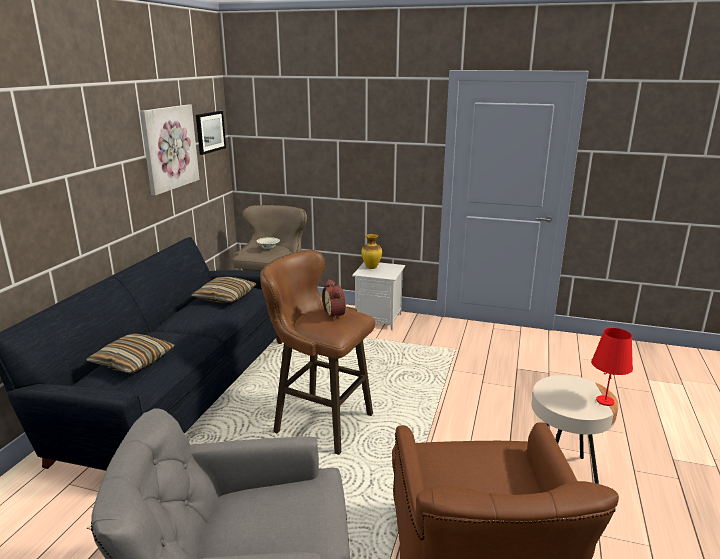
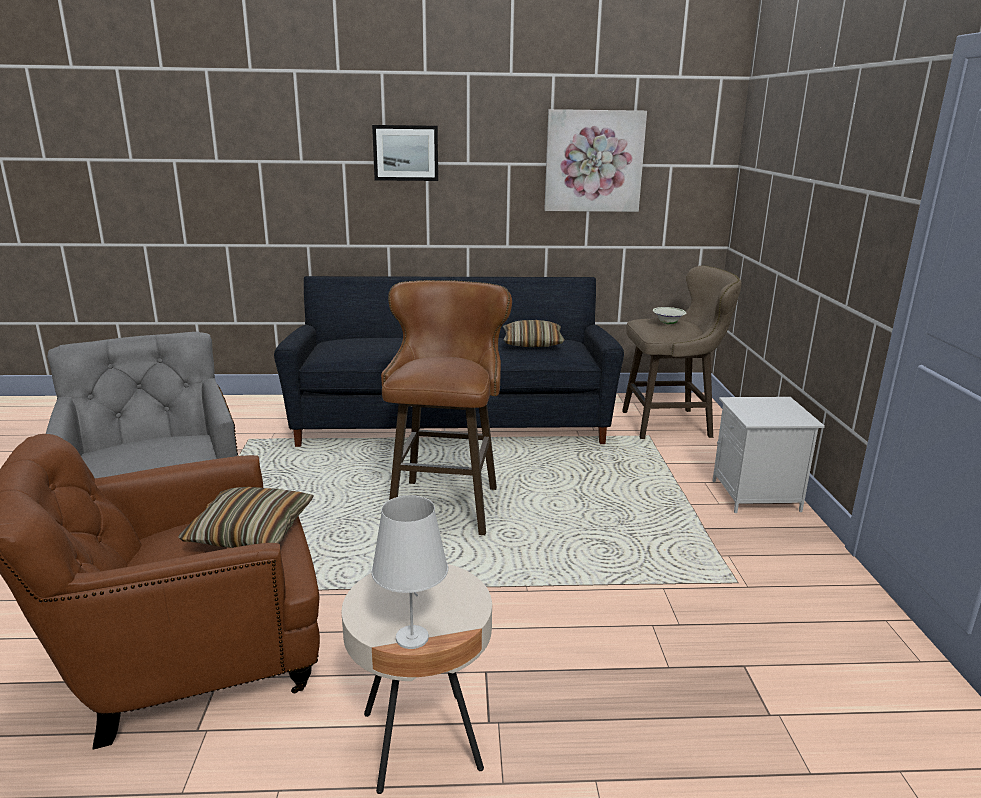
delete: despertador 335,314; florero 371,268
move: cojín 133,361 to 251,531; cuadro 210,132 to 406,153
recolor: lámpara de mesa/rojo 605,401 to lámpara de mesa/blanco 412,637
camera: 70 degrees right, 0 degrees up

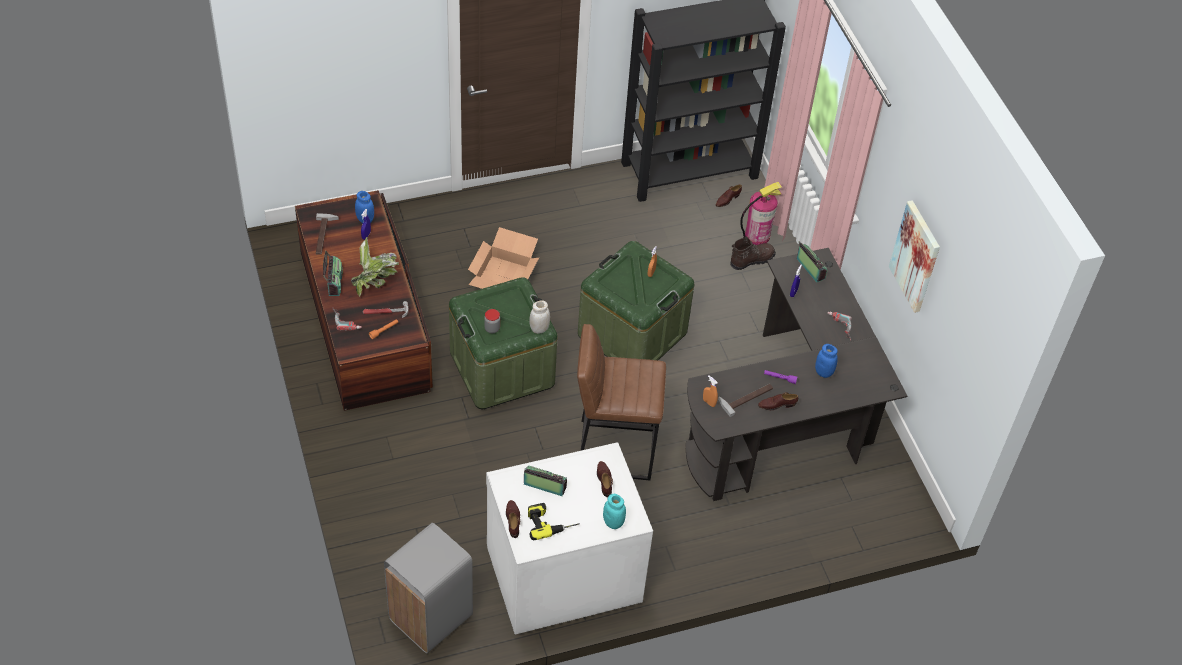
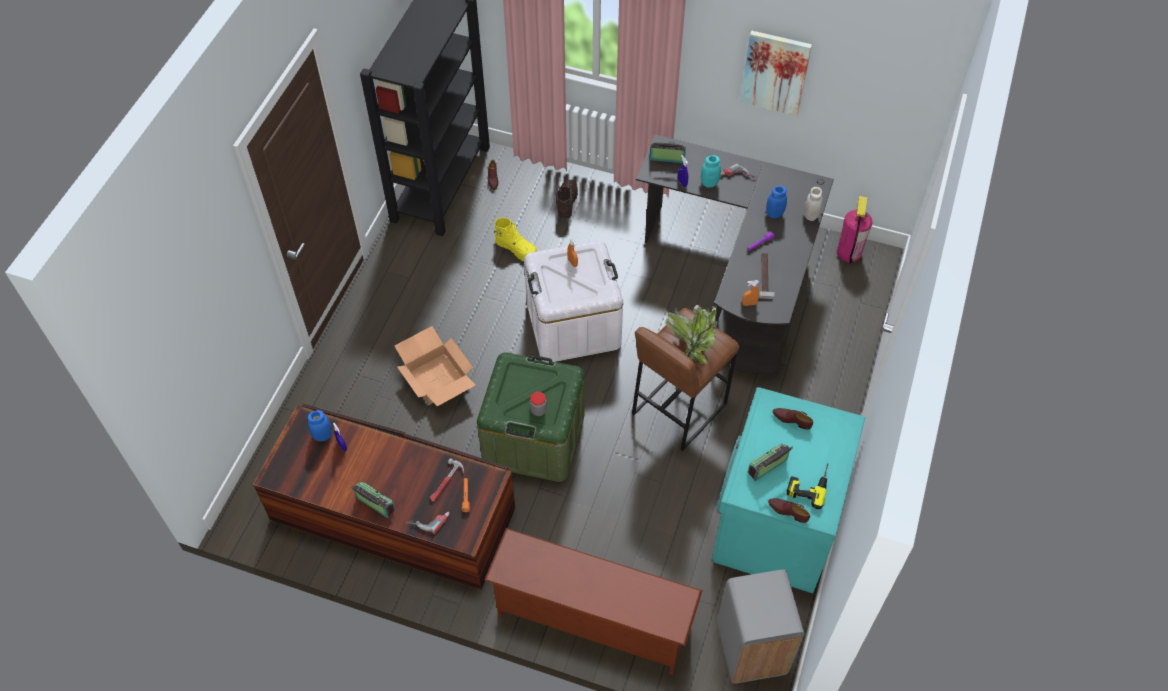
delete: martillo 324,235; zapato/marrón 777,404
insert: zapatero/marrón 591,622; bota/amarillo 517,249
move: planta en maceta 376,282 to 692,343; tarro/blanco 539,329 to 811,215; tarro/turquesa 613,522 to 709,183; extintor 757,235 to 849,252
recolor: lavadora/blanco 561,574 to lavadora/turquesa 774,523; caja de almacenaje/verde 632,334 to caja de almacenaje/blanco 573,325
camera: 50 degrees left, 5 degrees up

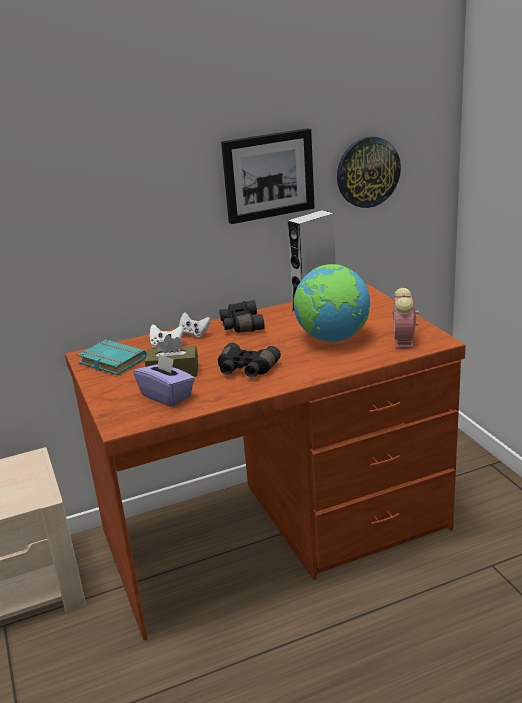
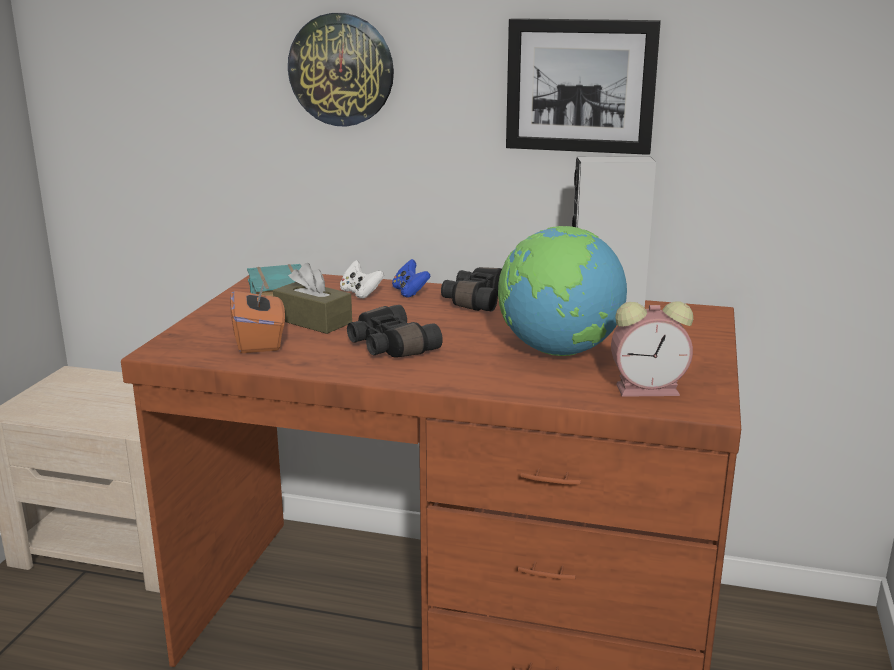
move: reloj de pared 367,172 to 341,70
recolor: caja de pañuelos/morado 167,396 to caja de pañuelos/naranja 260,341; mando de consola/blanco 194,334 to mando de consola/azul 410,292
rotate: despertador 404,341 = 650,389 135 degrees counterclockwise
camera: 35 degrees right, 5 degrees down

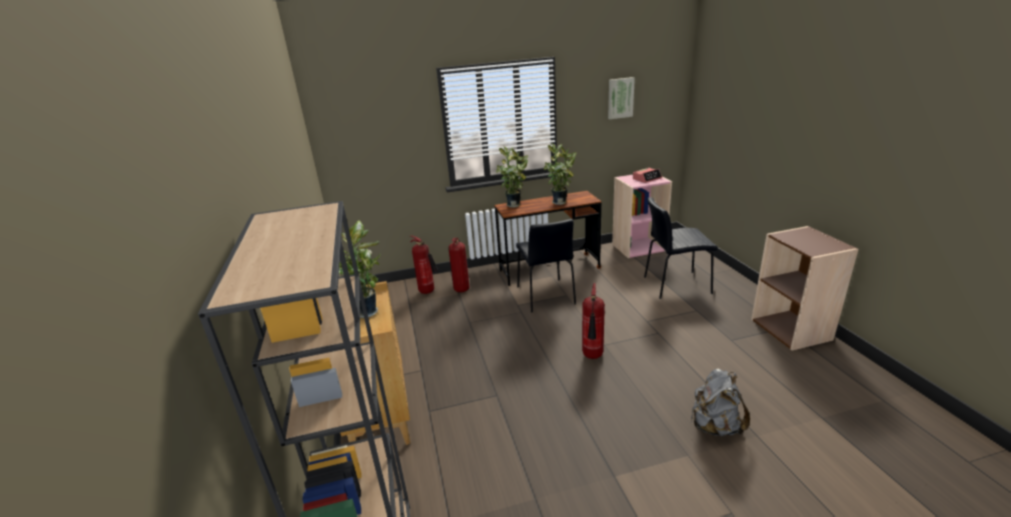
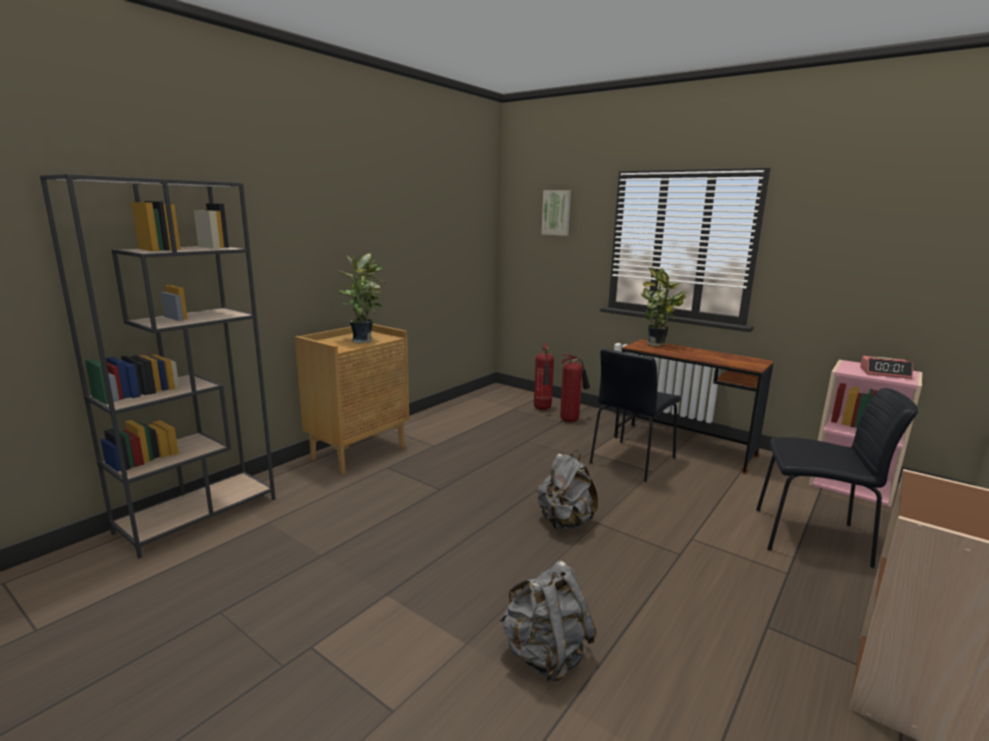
delete: planta en maceta 561,202
move: cuadro 620,98 to 556,212
replace: extintor 593,357 to mochila/gris 565,522
rotate: silla/negro 674,285 = 815,537 150 degrees clockwise
camera: 50 degrees right, 10 degrees down

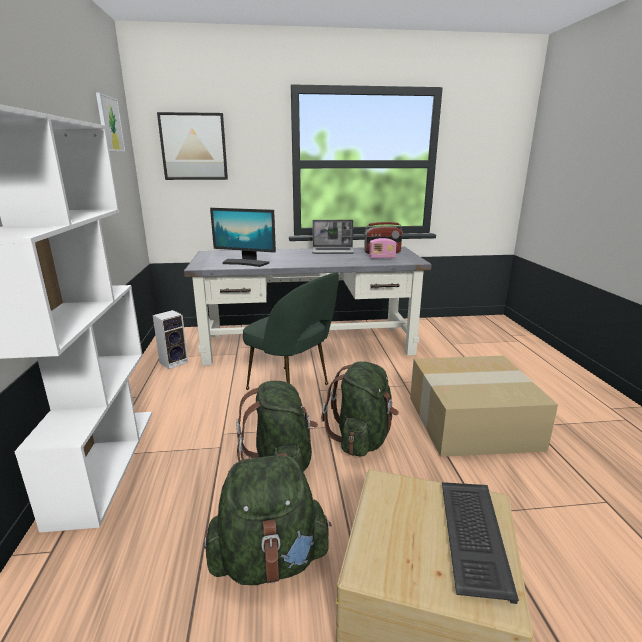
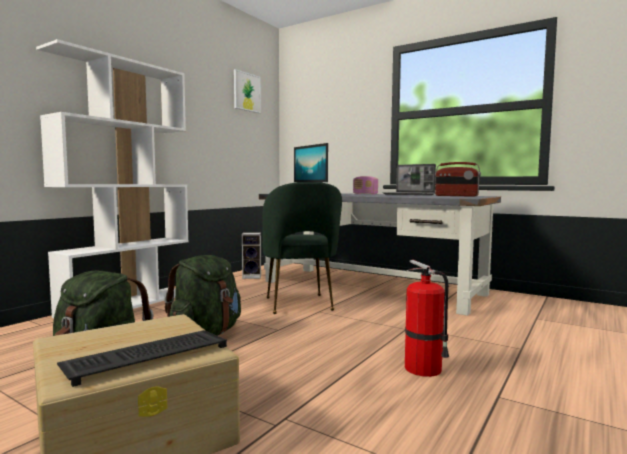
delete: cuadro 193,147; mochila/verde 362,439
move: radio 382,258 to 365,194
replace: caja de cartón 473,421 to extintor 425,369
camera: 40 degrees right, 15 degrees down

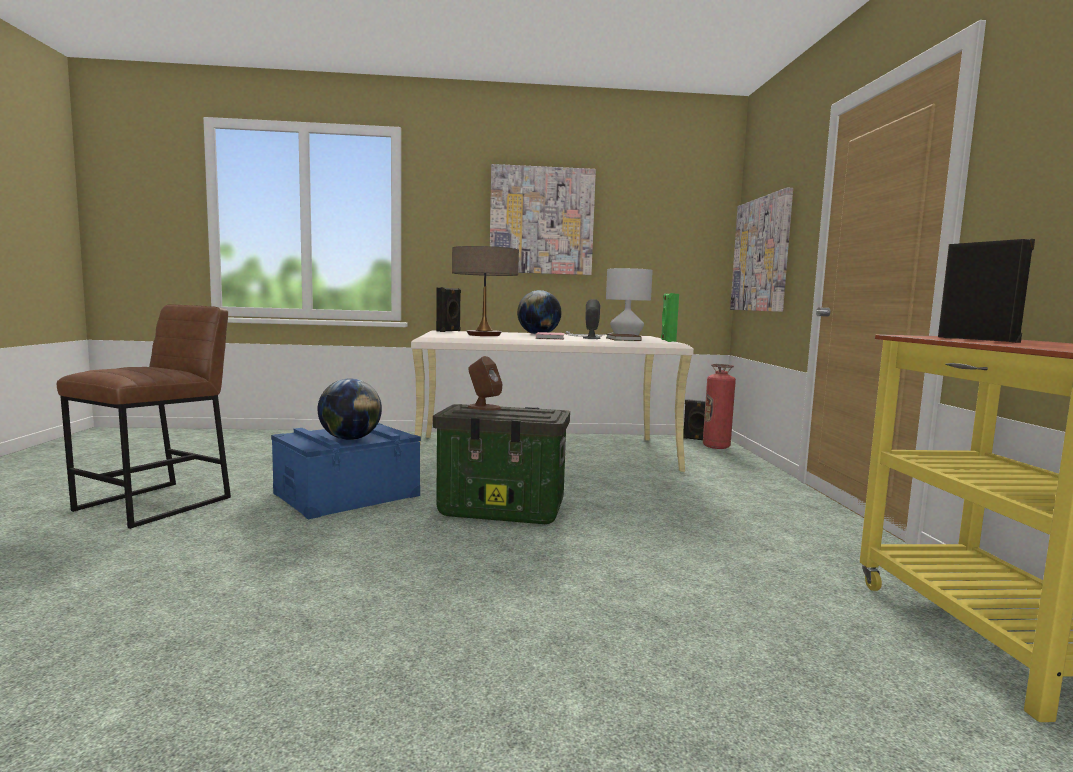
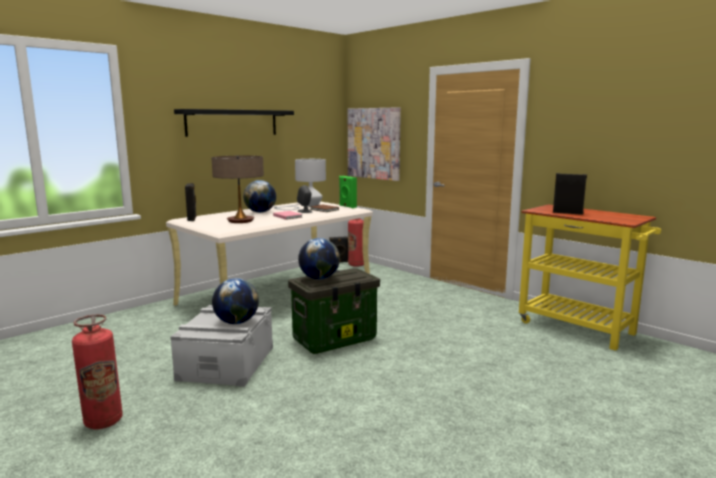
replace: silla/marrón 156,503 to extintor 103,421; altavoz/marrón 483,407 to globo terráqueo 319,278; cuadro 541,221 to estante/negro 232,122
recolor: caja de almacenaje/azul 347,494 to caja de almacenaje/gris 226,363
camera: 40 degrees left, 5 degrees up

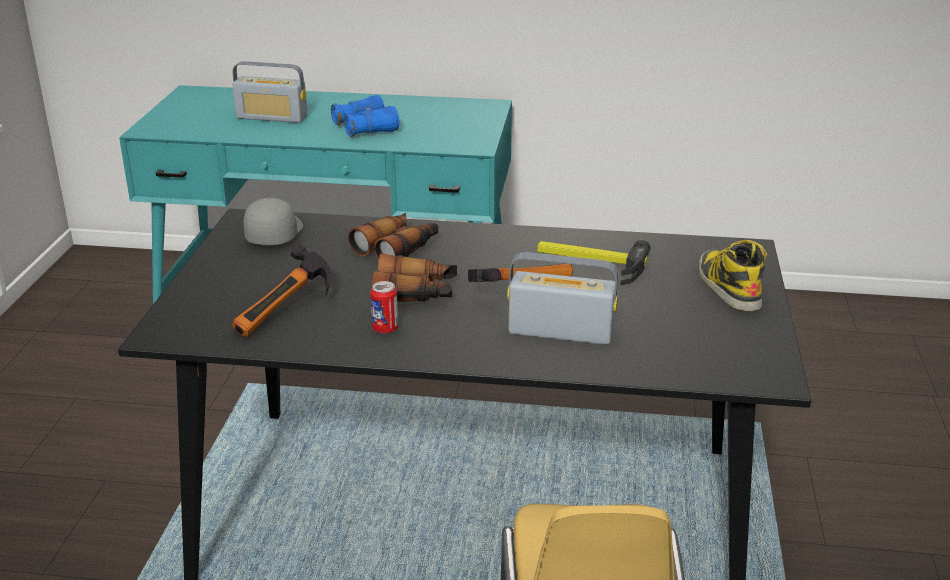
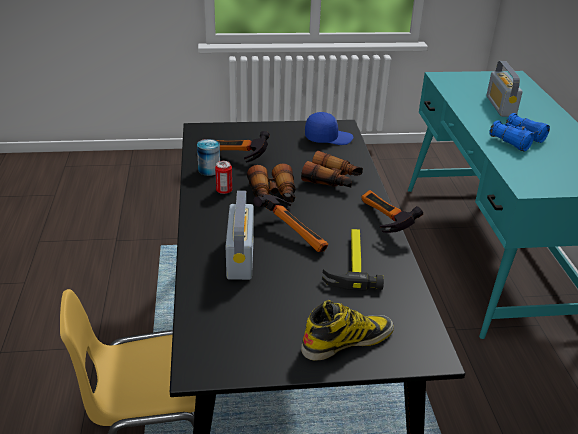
insert: lata 209,170; martillo 381,222
recolor: gorra/gris 274,234 to gorra/azul 328,138
camera: 75 degrees right, 5 degrees up

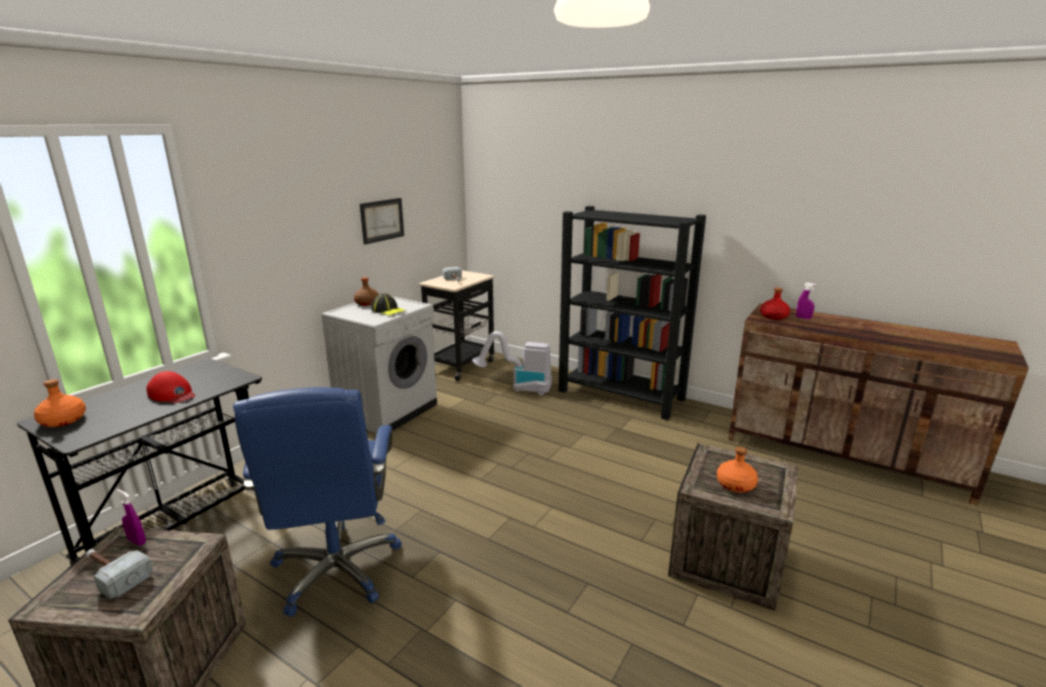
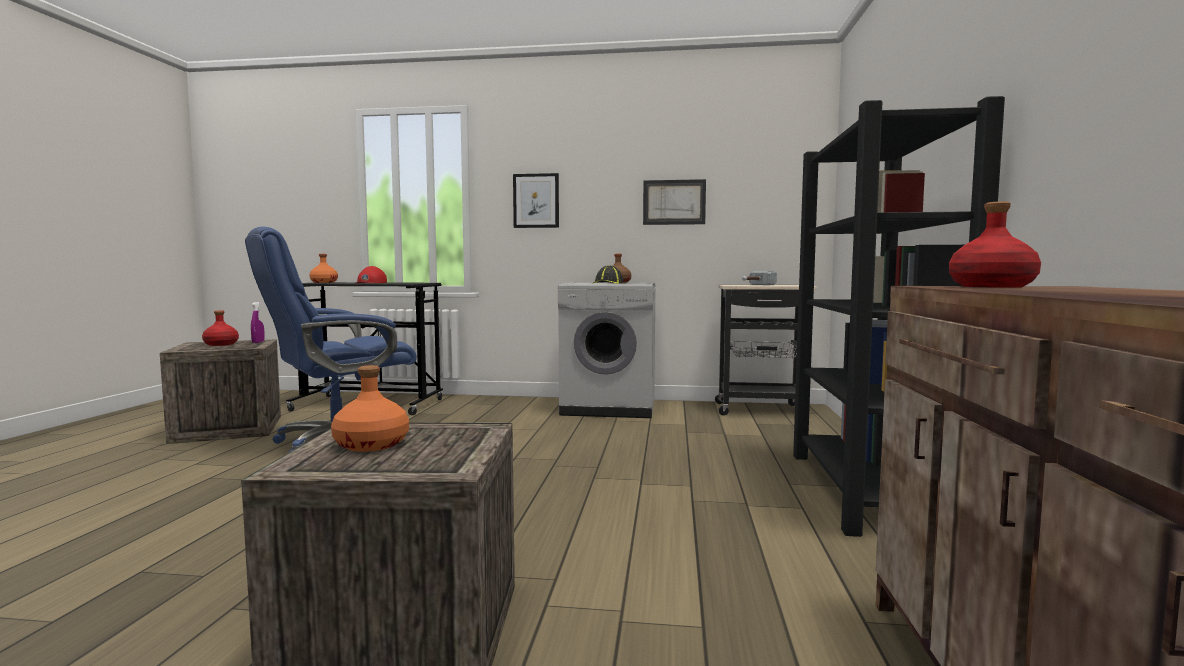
delete: aspiradora 518,387; pulverizador/morado 803,318
insert: cuadro 536,201
replace: martillo 113,575 to botella/rojo 221,344
camera: 65 degrees right, 15 degrees down

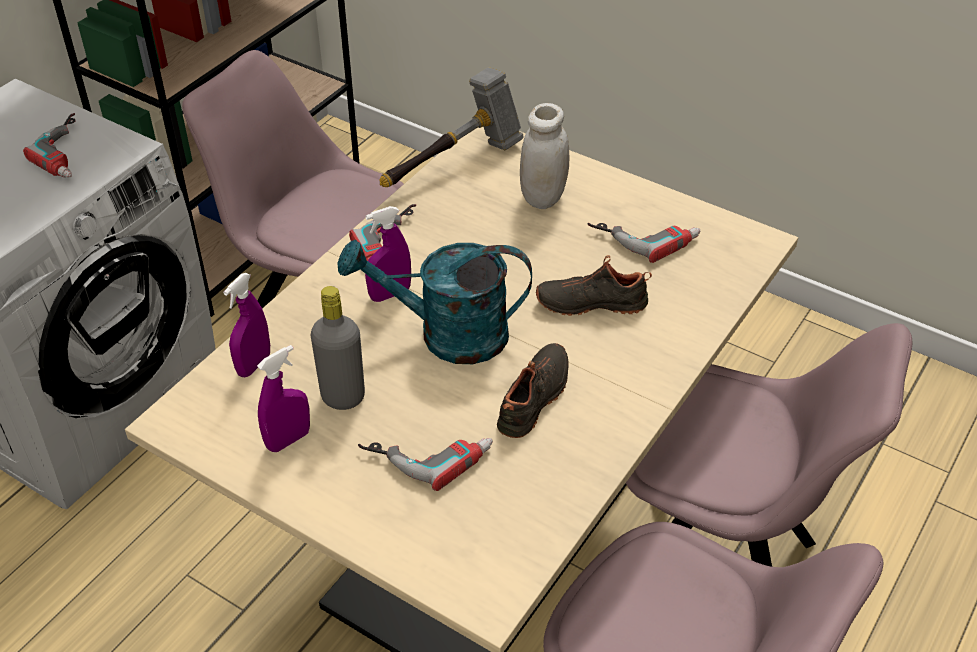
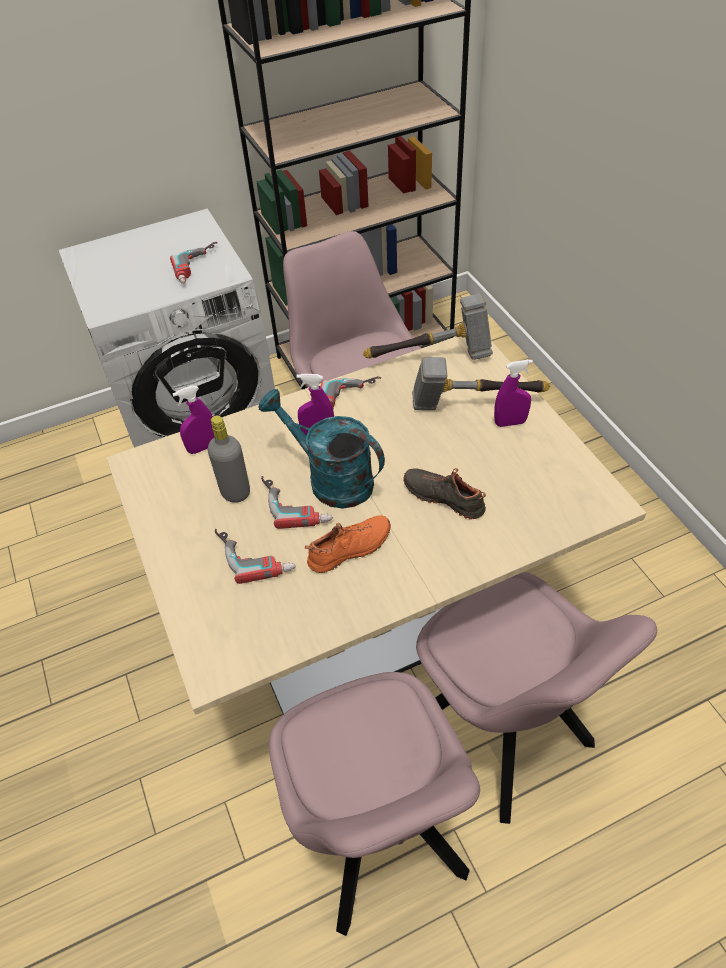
move: pulverizador/morado 288,440 to 510,422; taladro 644,235 to 297,503
replace: tarro/blanco 543,197 to martillo 474,405
recolor: zapato/negro 536,399 to zapato/naranja 350,550
camera: 35 degrees right, 5 degrees up

